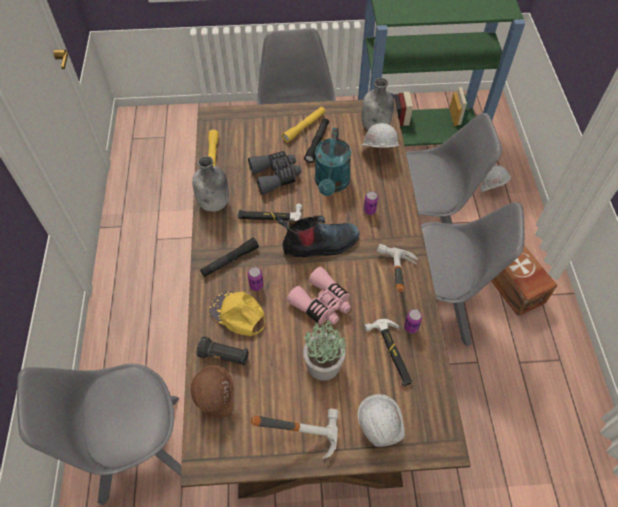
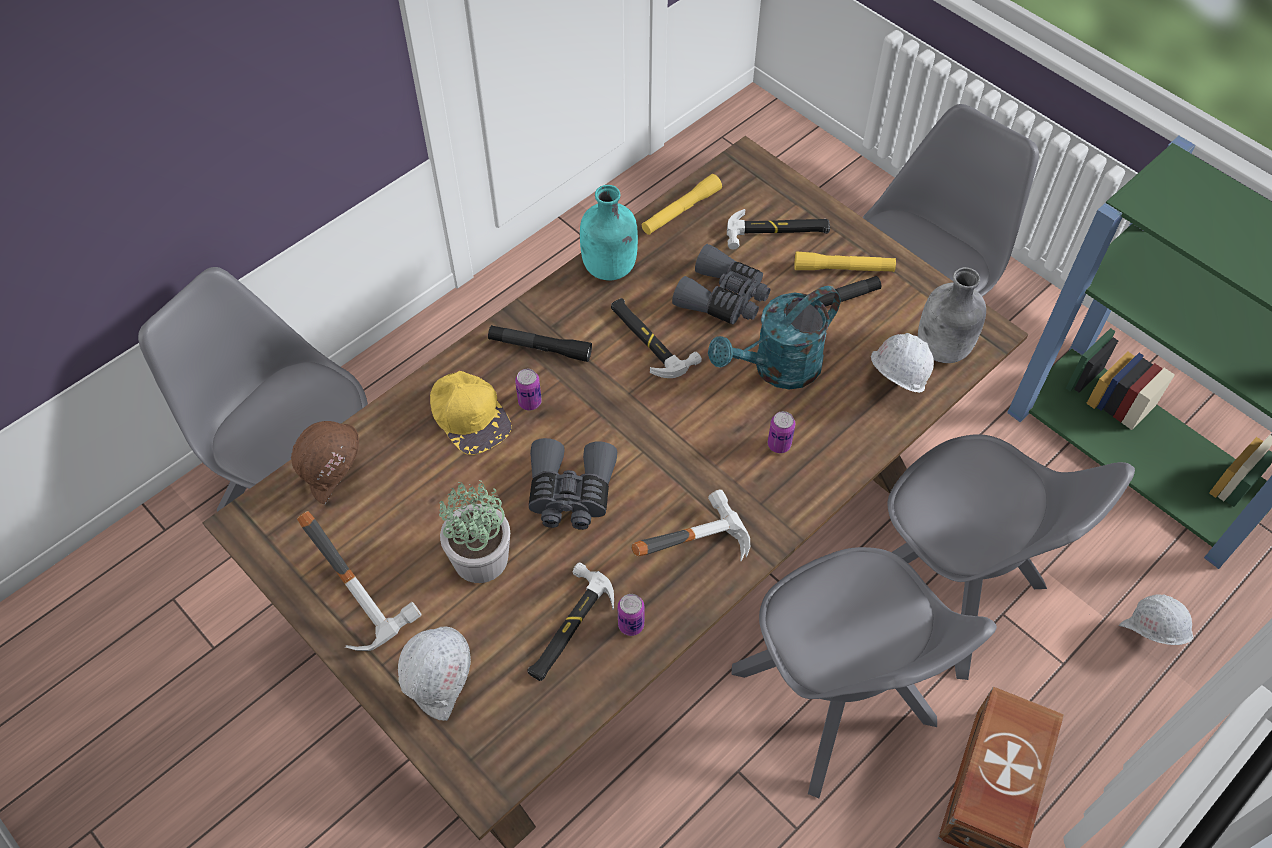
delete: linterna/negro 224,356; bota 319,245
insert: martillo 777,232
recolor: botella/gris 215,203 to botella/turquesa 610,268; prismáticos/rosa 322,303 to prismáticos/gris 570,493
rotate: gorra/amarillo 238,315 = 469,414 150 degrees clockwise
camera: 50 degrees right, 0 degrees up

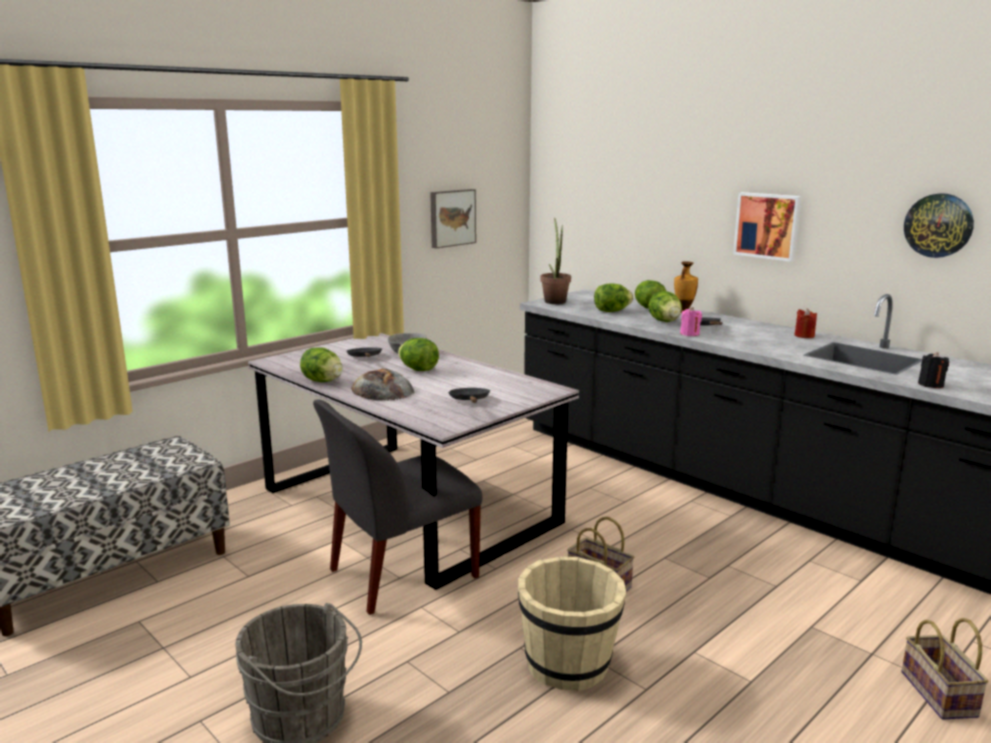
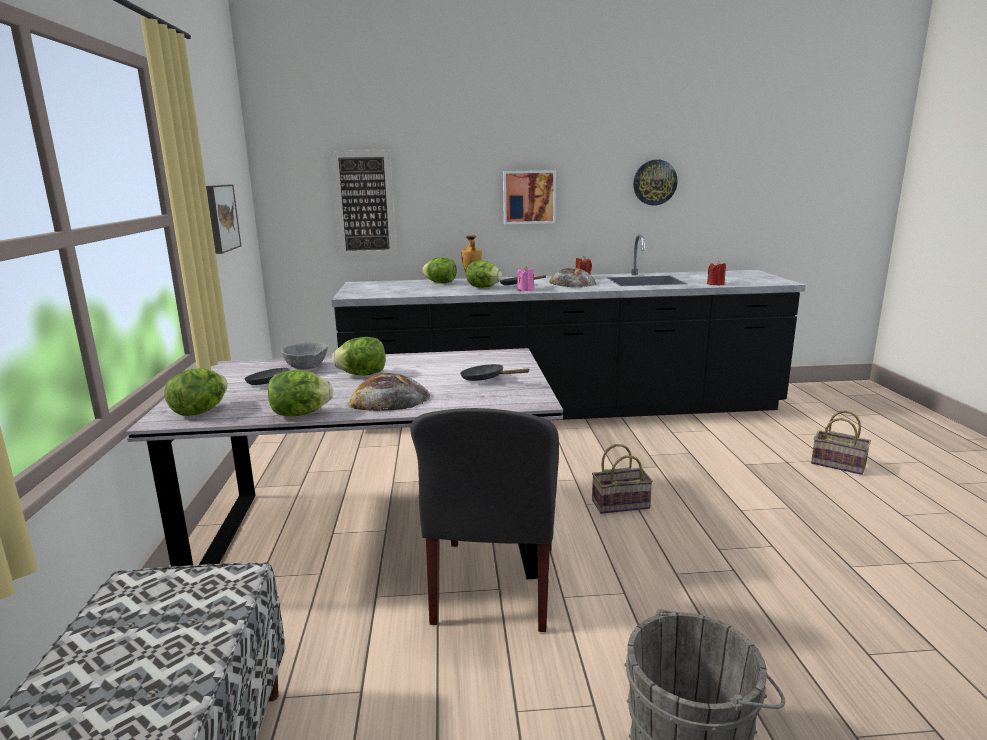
delete: cubo/beis 569,665; planta en maceta 555,300
insert: cuadro 364,204; pan 572,283
move: lechuga 612,311 to 200,411
recolor: vela/negro 930,385 to vela/rojo 716,284
camera: 50 degrees left, 0 degrees up

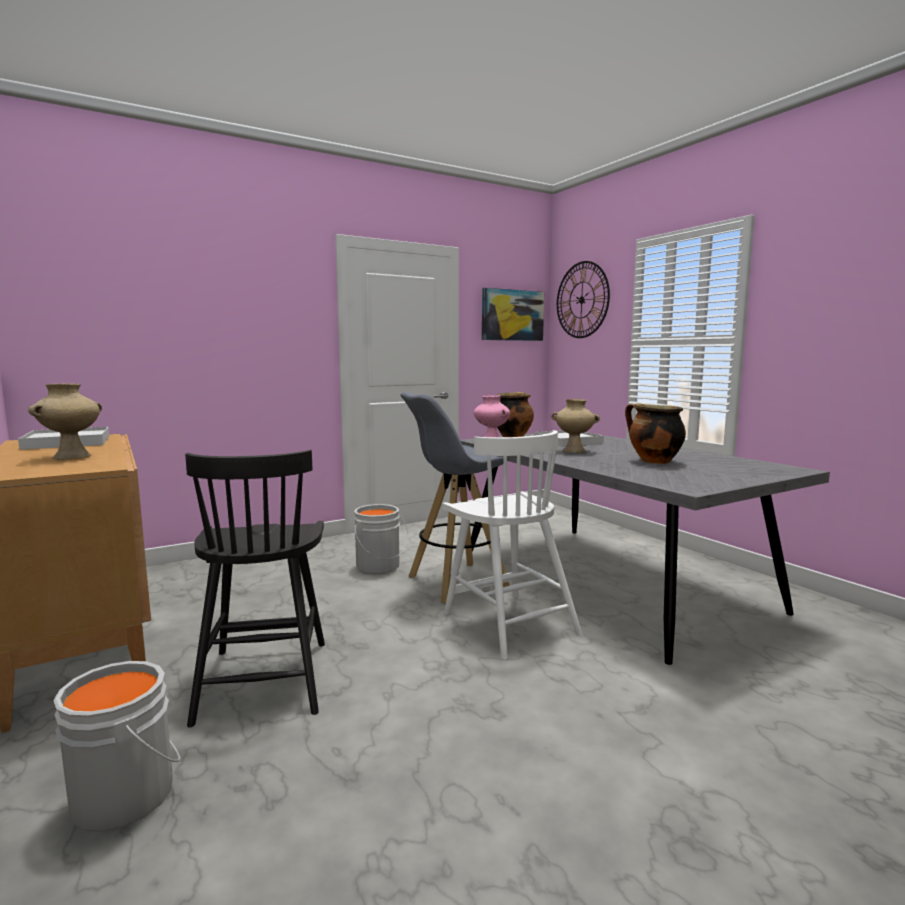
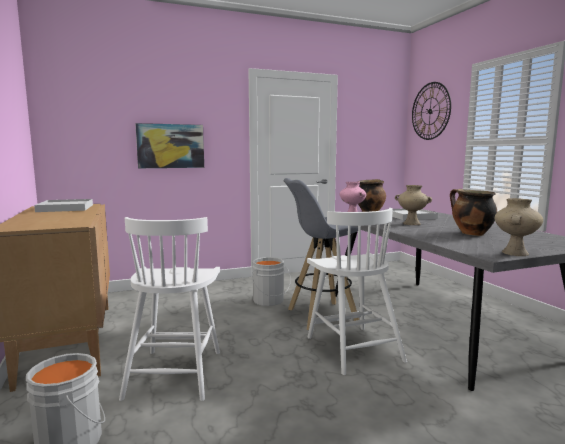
move: florero/beis 72,456 to 514,253; cuadro 512,315 to 170,146
recolor: silla/negro 264,677 to silla/blanco 175,372
camera: 10 degrees right, 0 degrees up

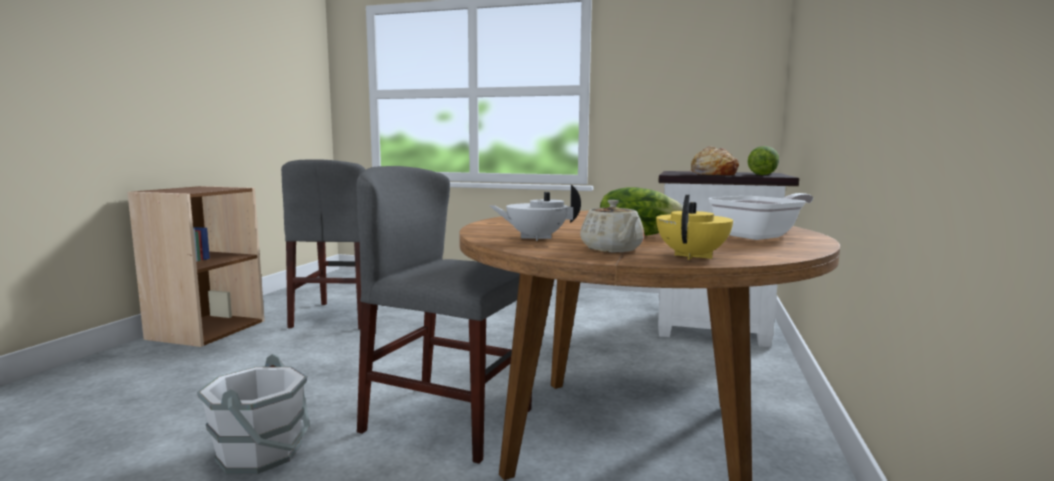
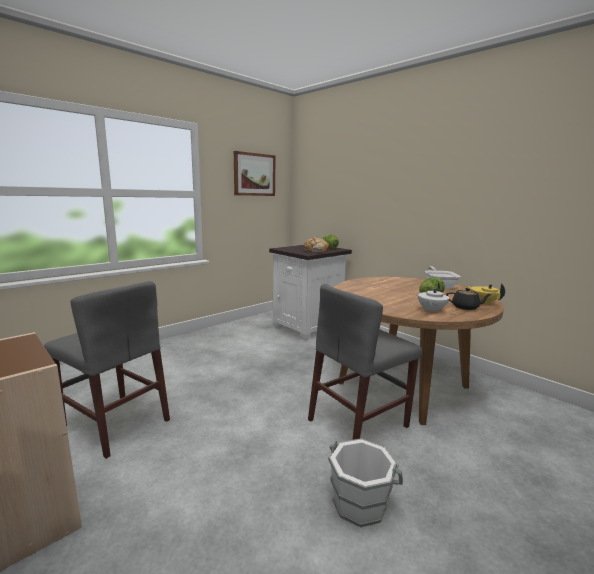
insert: cuadro 254,174
recolor: tetera/beis 612,249 to tetera/negro 465,307
camera: 60 degrees left, 5 degrees up

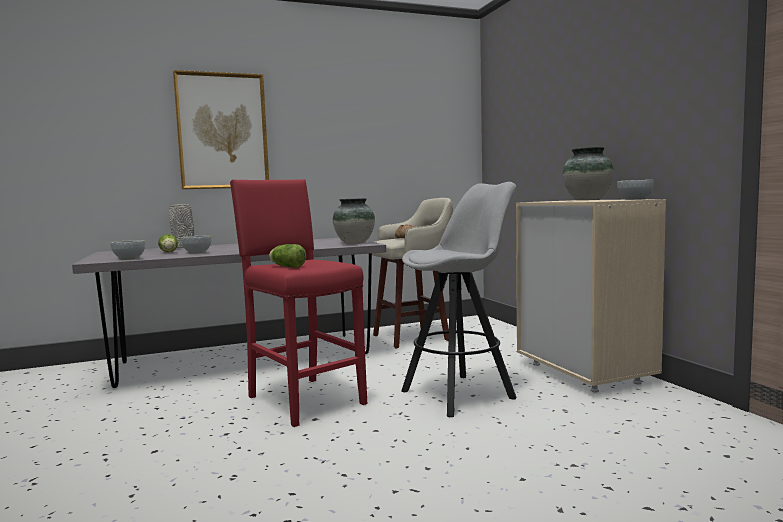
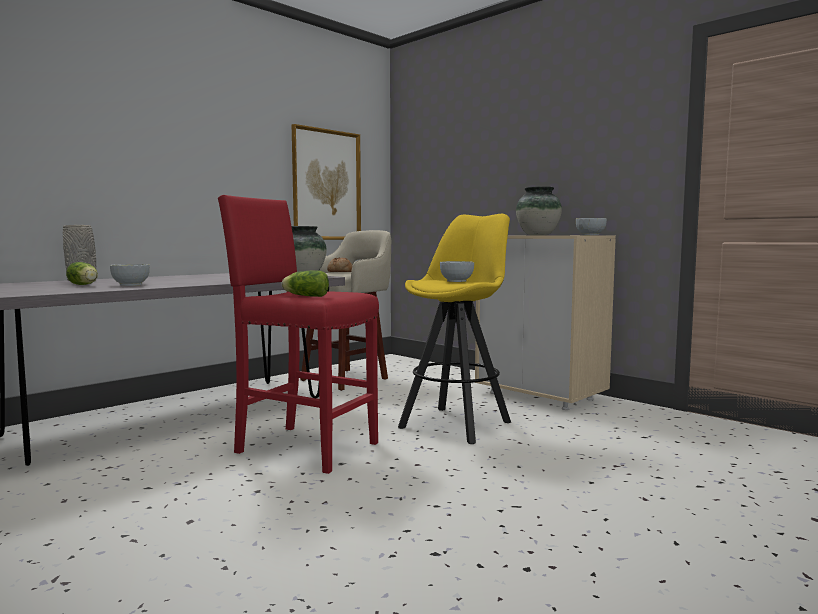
move: cuenco 129,258 to 457,281; cuadro 222,131 to 326,185
recolor: taburete/gris 460,394 to taburete/amarillo 457,424
camera: 25 degrees left, 0 degrees up

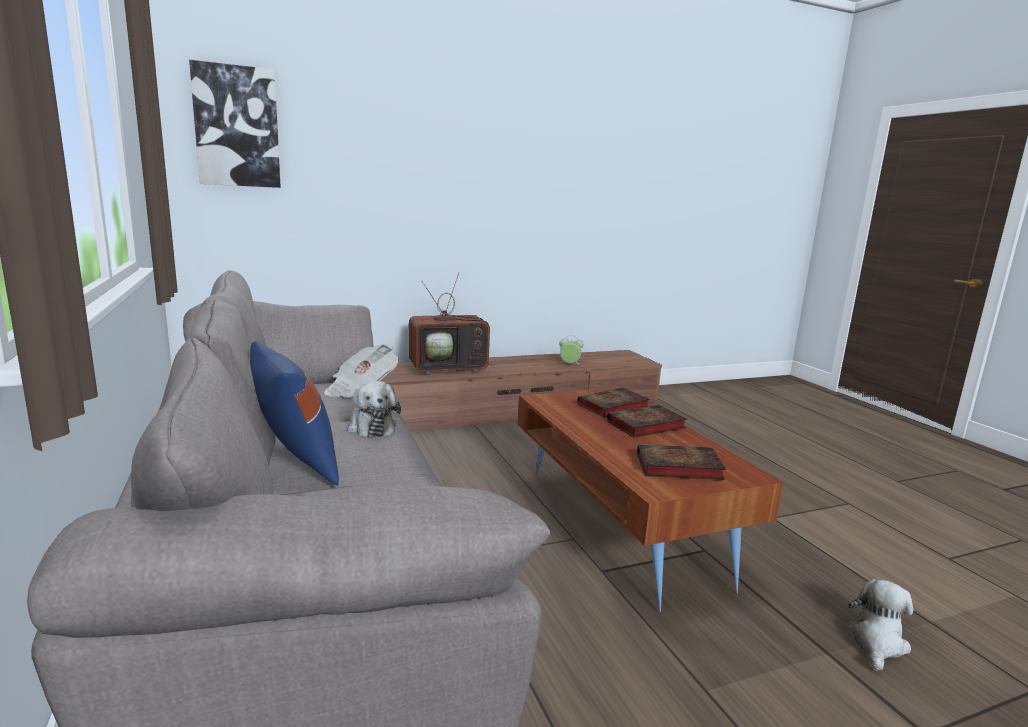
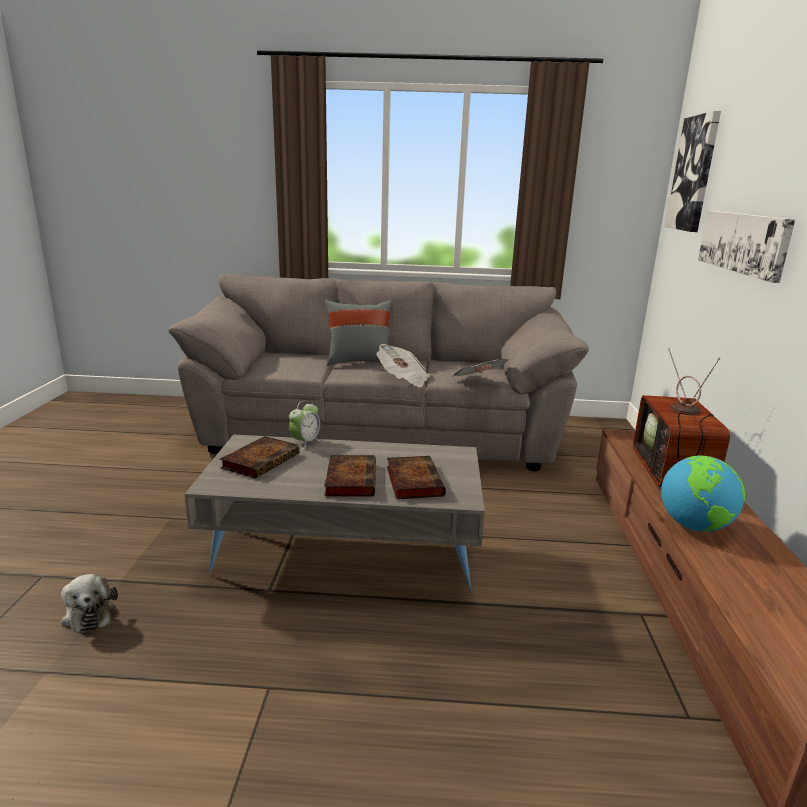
insert: globo terráqueo 694,526; cuadro 743,242
move: despertador 569,364 to 305,442
replace: peluche 371,427 to periódico 403,379
recolor: cojín/azul 295,465 to cojín/gris 359,361; mesa de centro/marrón 619,526 to mesa de centro/gris 345,558
camera: 115 degrees right, 5 degrees up

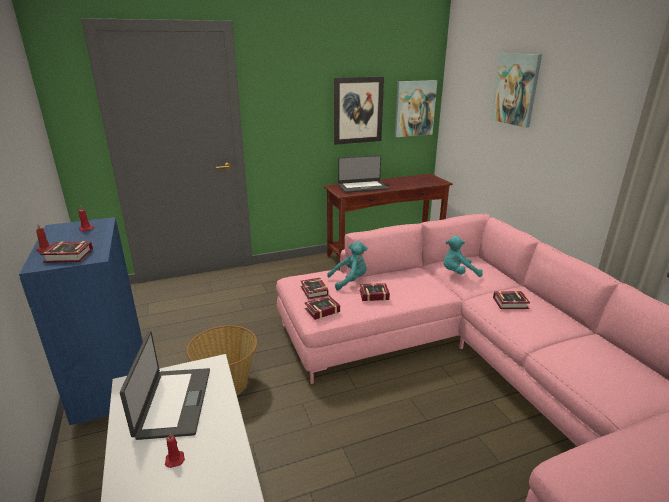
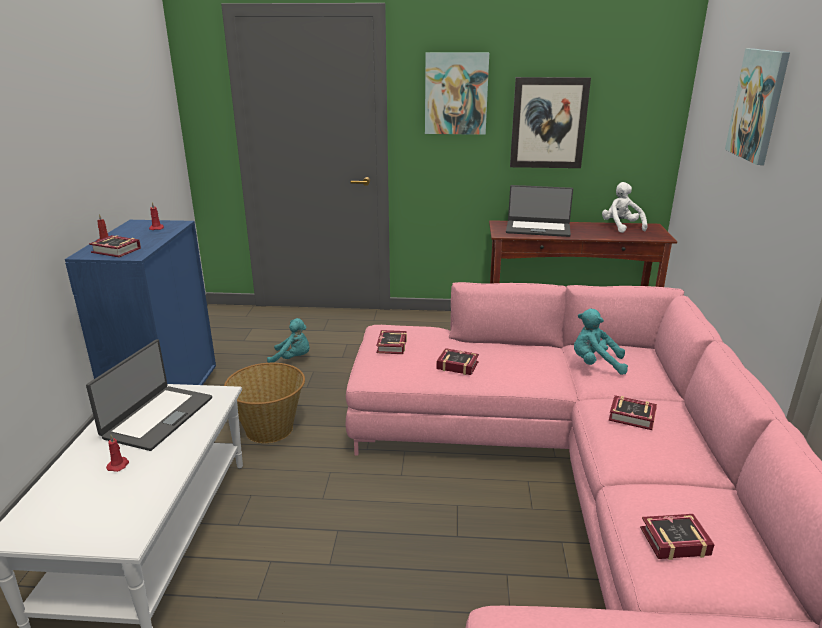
insert: peluche/blanco 621,227
move: libro 320,310 to 671,540; peluche/turquesa 350,281 to 293,358; cuadro 414,108 to 456,94
camera: 25 degrees right, 0 degrees up

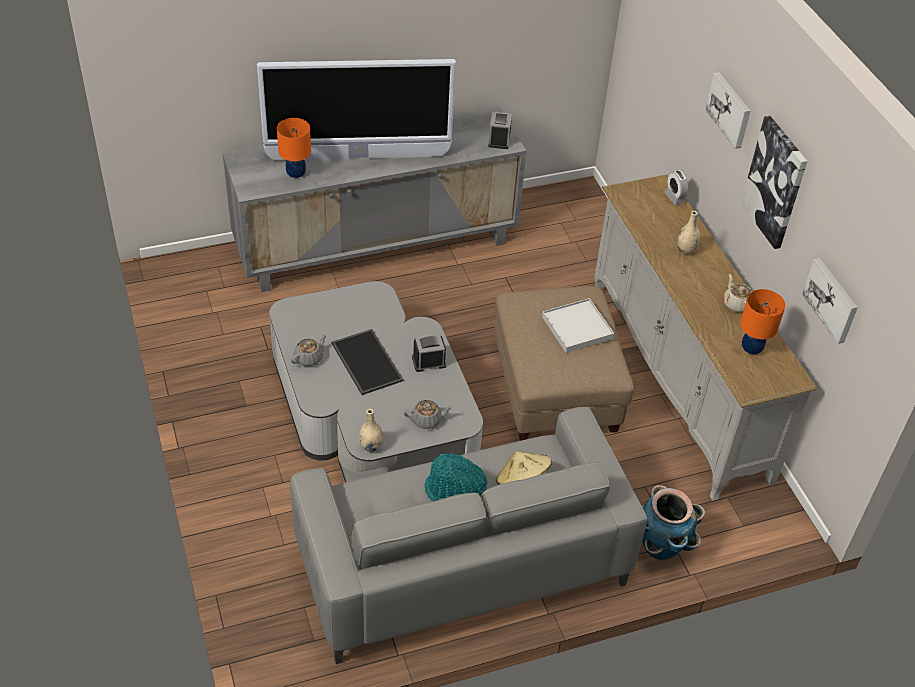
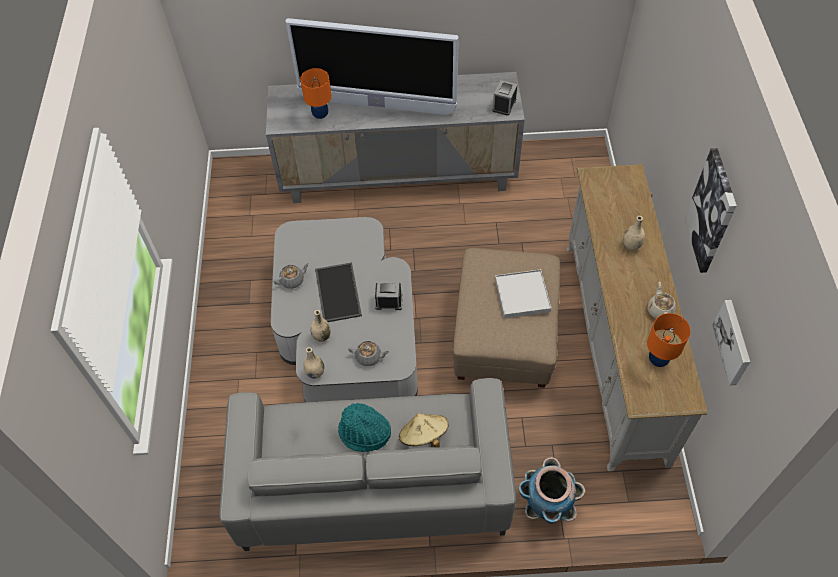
delete: despertador 674,197; cuadro 730,110
insert: florero/beis 322,336
camera: 20 degrees right, 10 degrees up

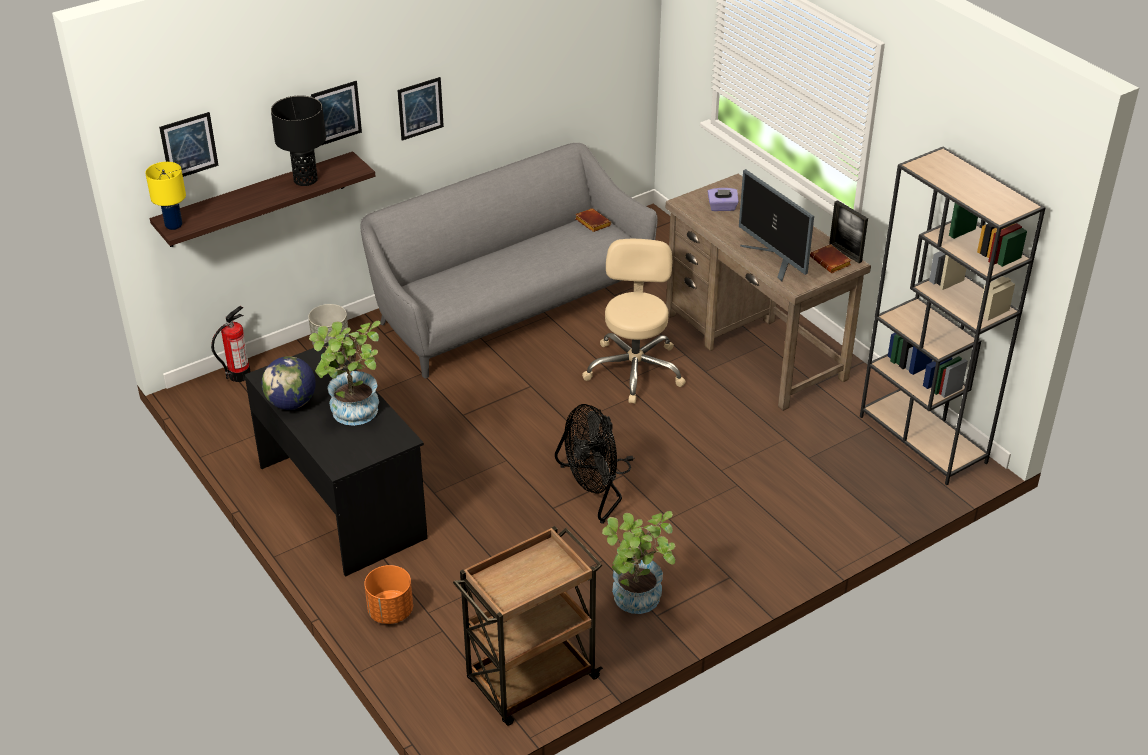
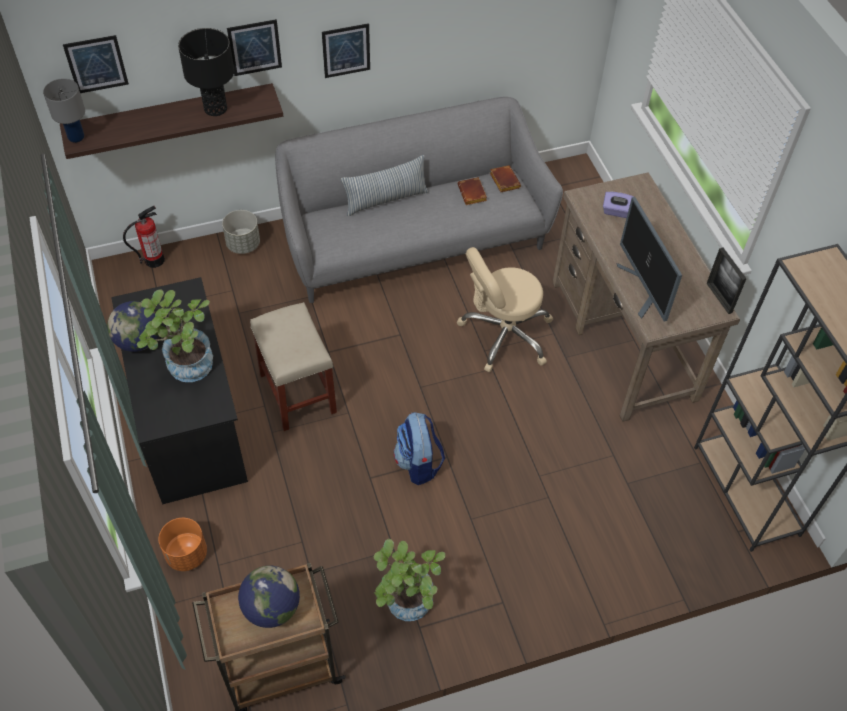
insert: globo terráqueo 271,608; taburete/beis 298,394; cojín 386,200
move: libro/marrón 831,262 to 473,194
replace: ventilador/negro 597,486 to mochila 418,463
recolor: lámpara de mesa/amarillo 173,226 to lámpara de mesa/gris 75,138
rotate: silla de oficina/beis 635,367 = 502,336 135 degrees counterclockwise
camera: 15 degrees right, 15 degrees up

